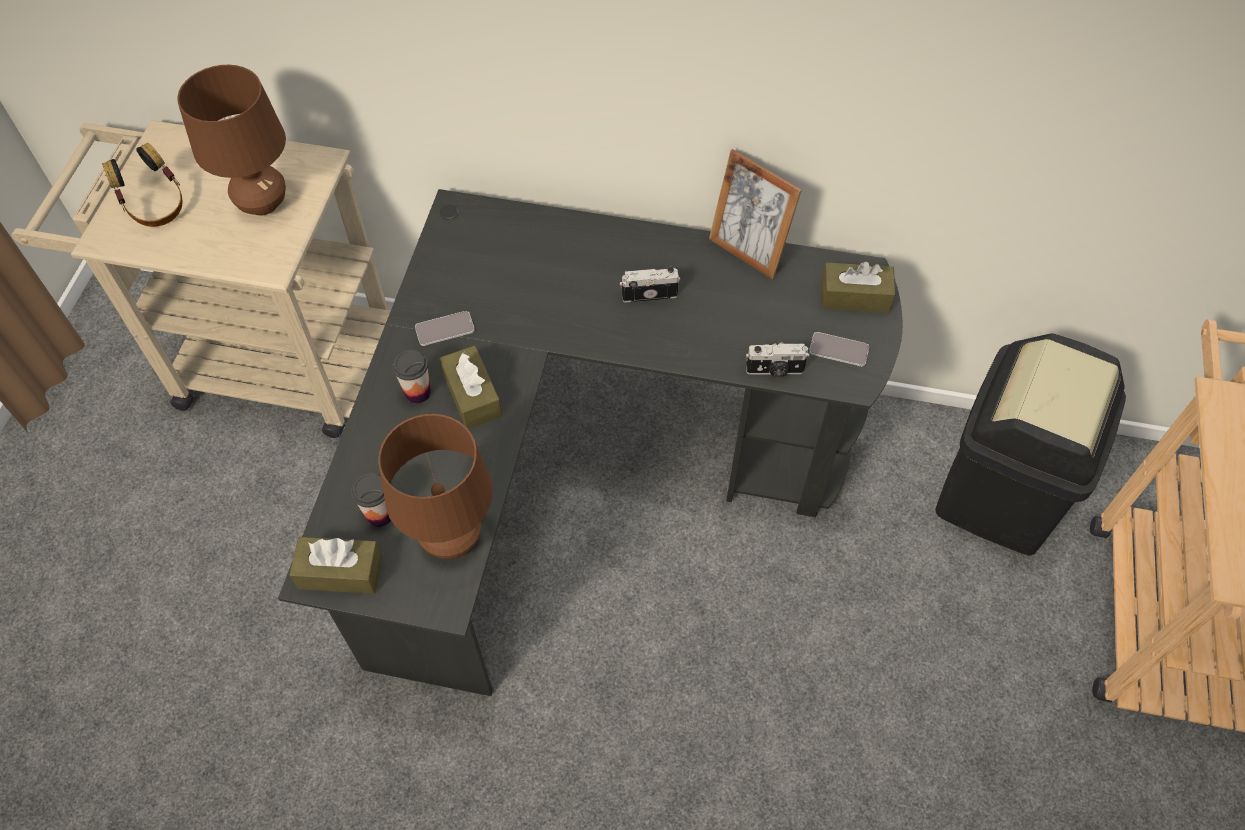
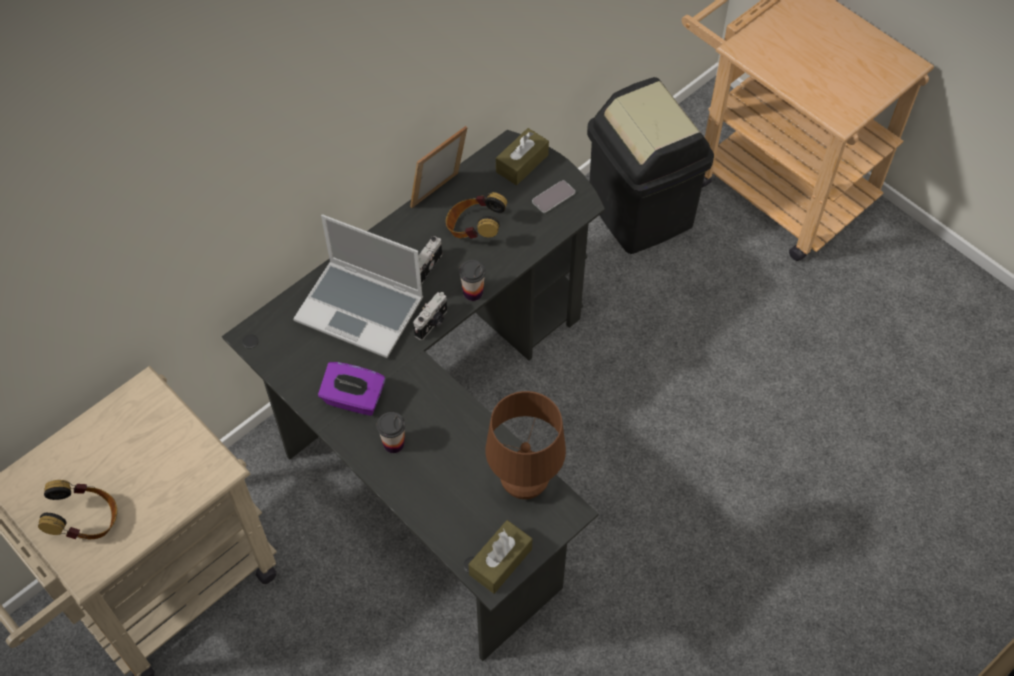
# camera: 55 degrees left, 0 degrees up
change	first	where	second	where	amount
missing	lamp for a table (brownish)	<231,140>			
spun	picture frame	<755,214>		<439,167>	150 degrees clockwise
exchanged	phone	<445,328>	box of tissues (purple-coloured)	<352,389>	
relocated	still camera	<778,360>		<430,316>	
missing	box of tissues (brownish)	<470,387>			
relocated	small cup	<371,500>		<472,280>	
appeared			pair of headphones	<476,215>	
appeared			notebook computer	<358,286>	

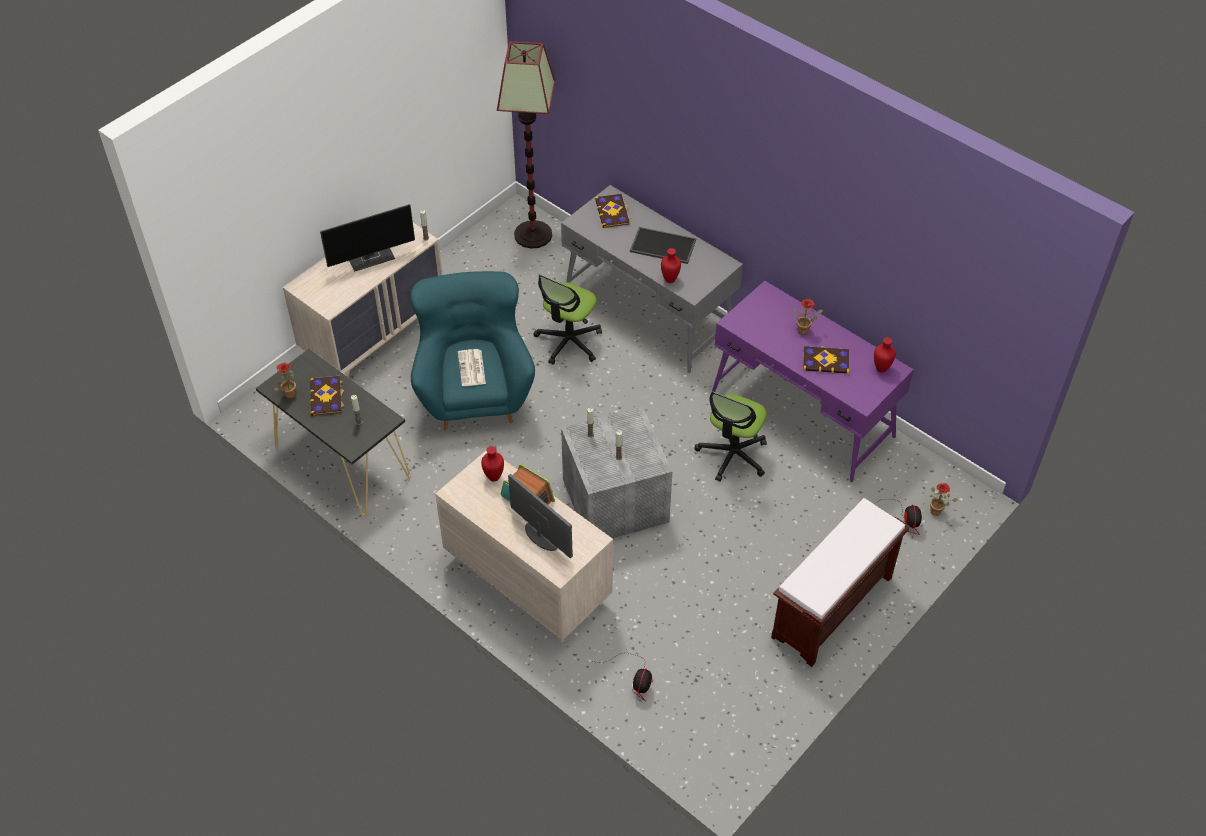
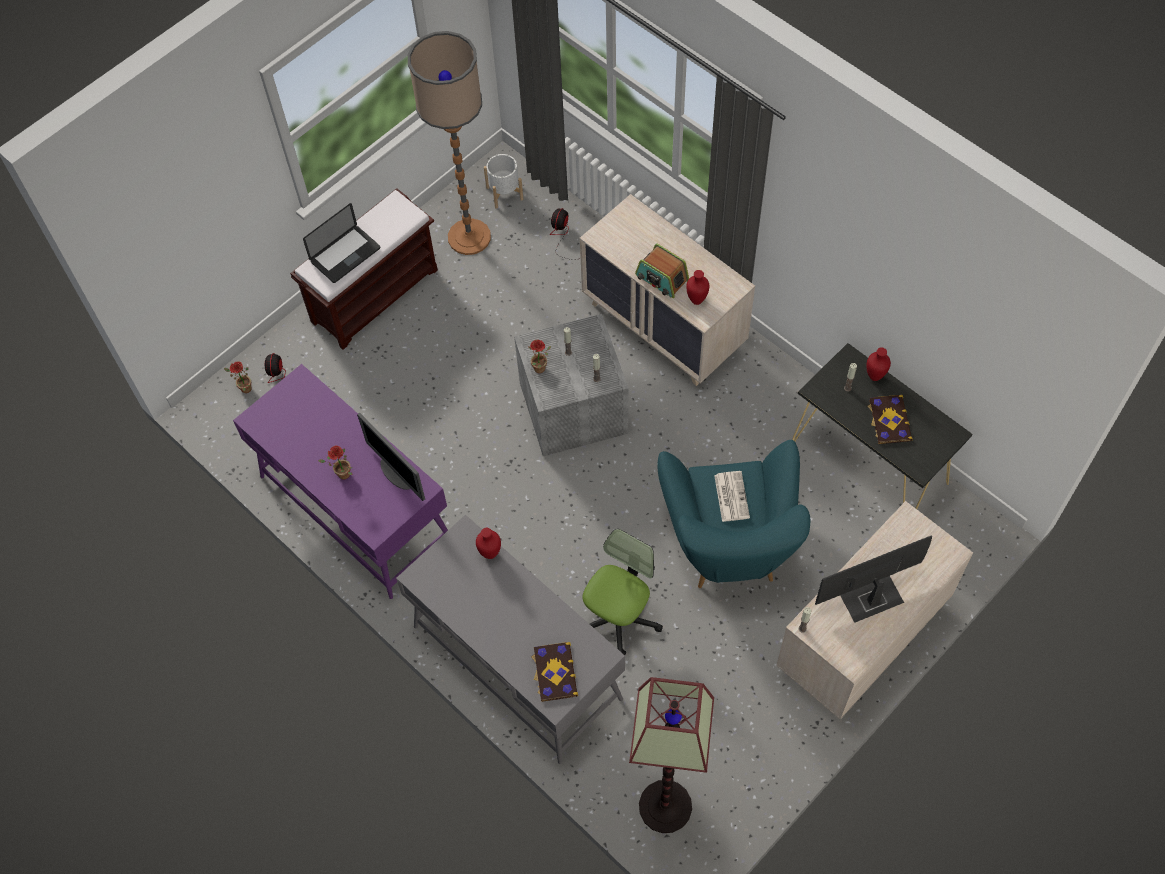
# camera: 175 degrees left, 10 degrees up
change	first	where	second	where	amount
missing	carrying tray	<663,245>			
relocated	decorative vase (red-coloured)	<885,355>		<878,364>	
missing	bound book	<826,360>			
relocated	potted plant	<285,381>		<539,356>	
missing	computer chair	<730,437>			
relocated	monitor	<540,516>		<391,457>	
appeared			standard lamp	<449,143>	
appeared			flower pot (whitish)	<503,181>	
appeared			notebook computer	<341,243>	

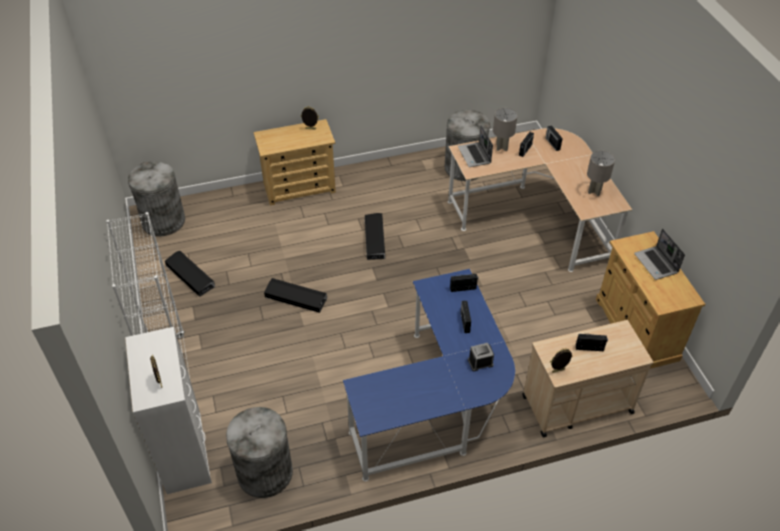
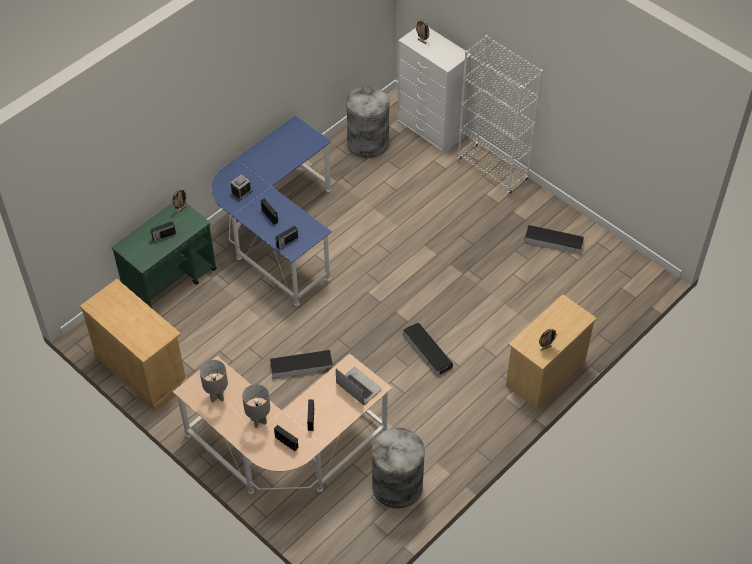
# camera: 150 degrees right, 5 degrees up
change	first	where	second	where	amount
relocated	lamp for a table (greyish)	<505,129>		<256,406>	
missing	rubbish bin (greyish)	<156,198>			
missing	notebook computer	<659,254>			
relocated	storage bin (blackish)	<295,295>		<301,364>	
colour	cart (beige)	<587,378>	cart (green-coloured)	<164,255>	

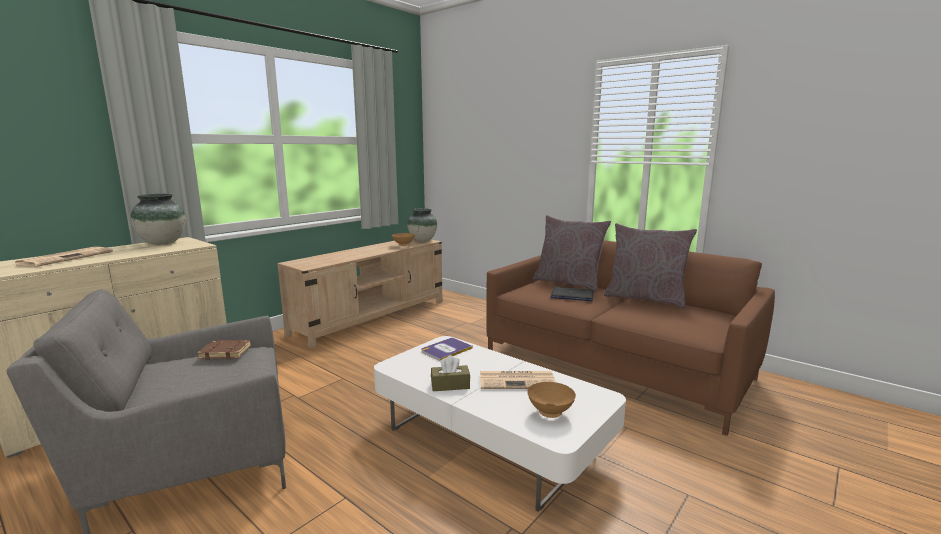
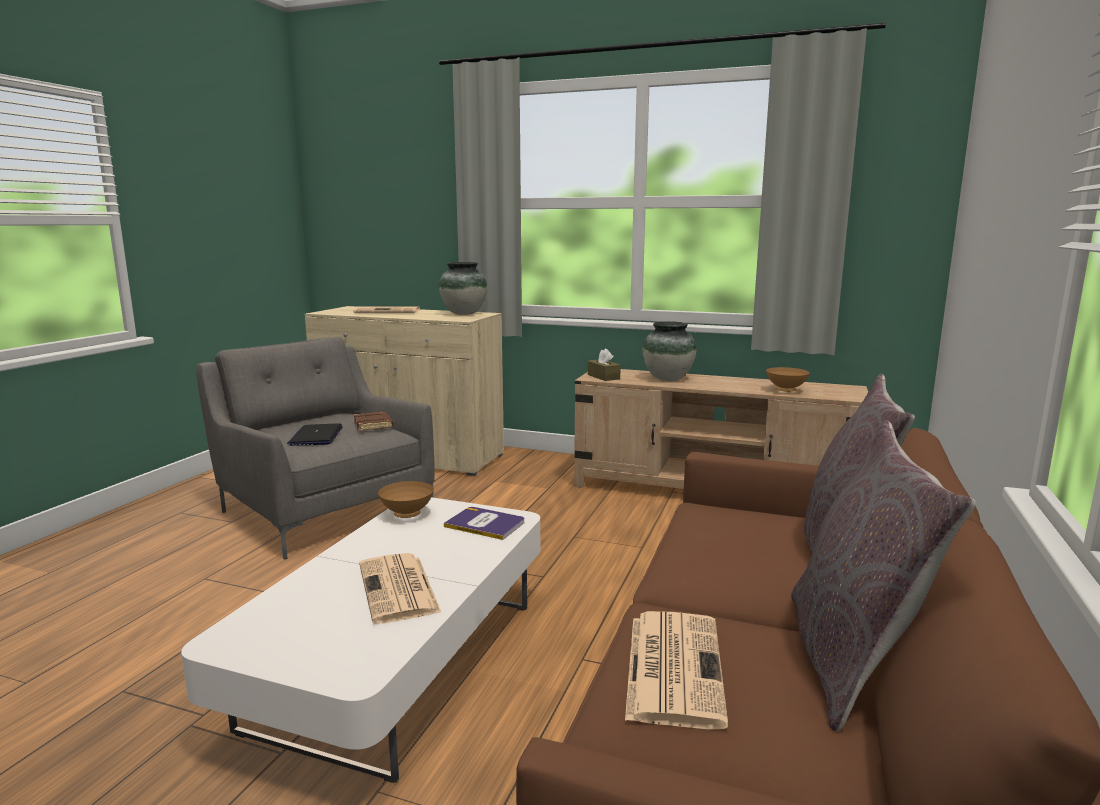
# camera: 70 degrees right, 0 degrees up
change	first	where	second	where	amount
relocated	decorative vase	<422,225>		<669,351>	
relocated	notebook computer	<572,294>		<315,434>	
relocated	box of tissues (brownish)	<450,373>		<604,364>	
relocated	deep dish (brownish)	<551,400>		<406,499>	
appeared			newspaper	<676,670>	

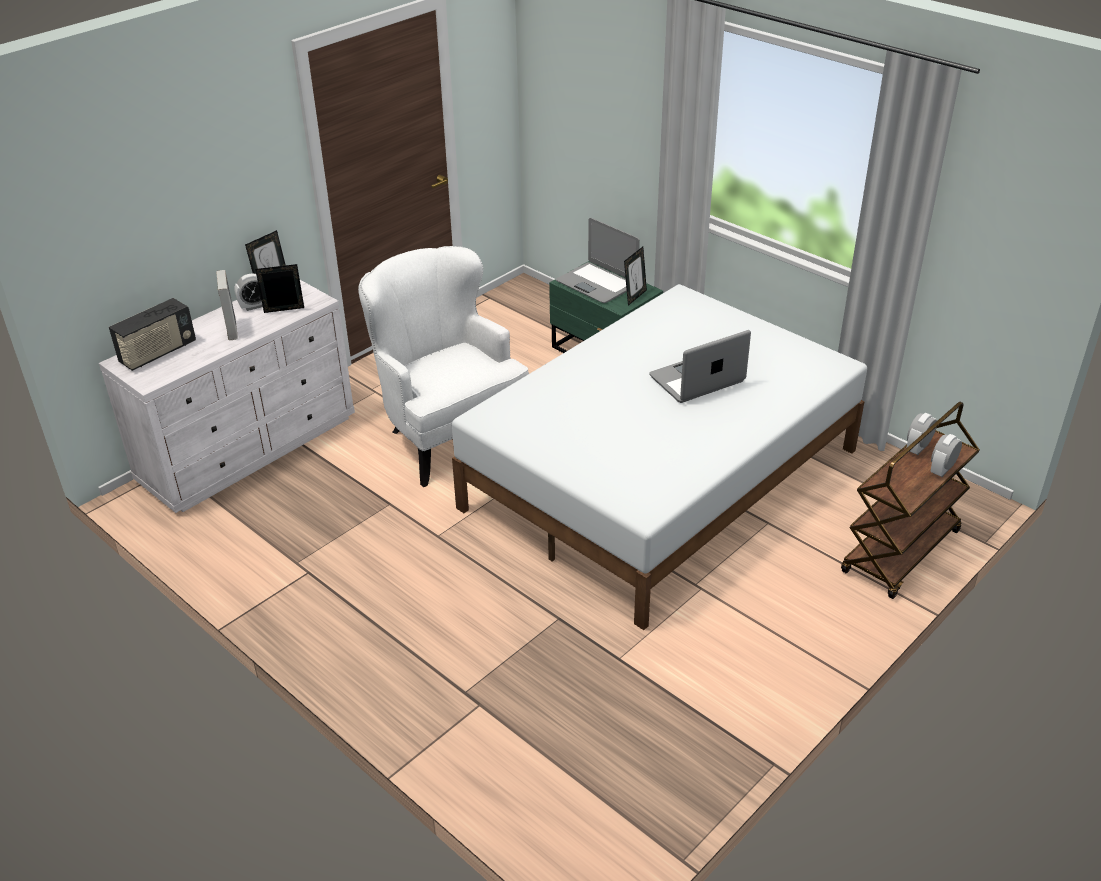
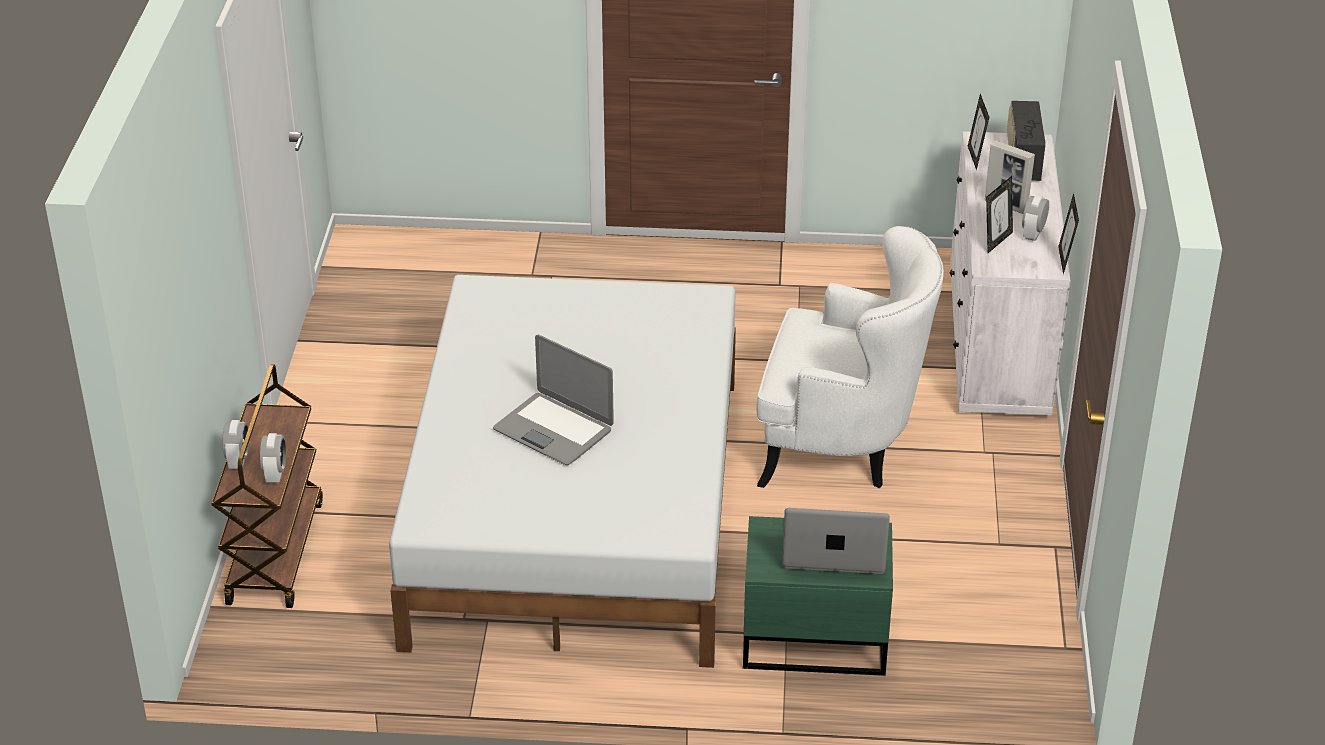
# camera: 140 degrees right, 0 degrees up
change	first	where	second	where	amount
relocated	picture frame	<635,276>		<978,132>	
spun	notebook computer	<700,366>		<553,399>	105 degrees clockwise

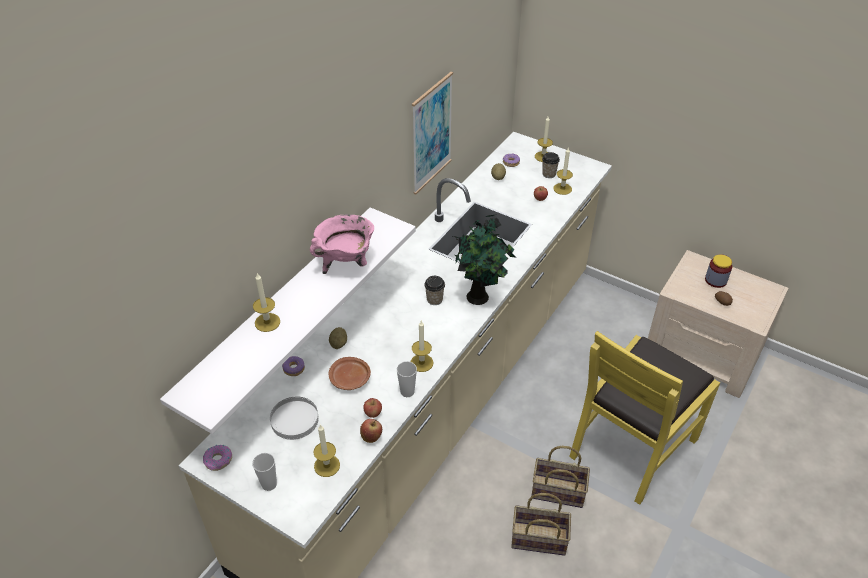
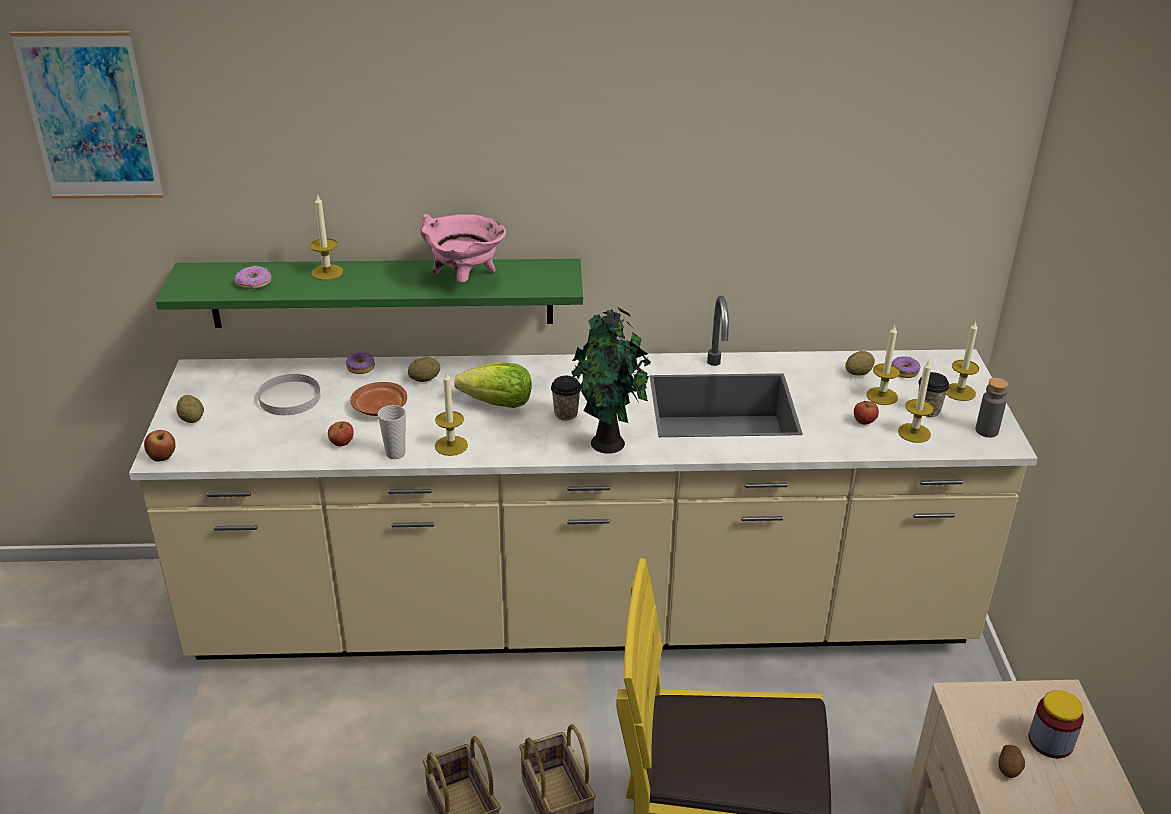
# camera: 55 degrees right, 10 degrees down
change	first	where	second	where	amount
relocated	wall art	<432,133>		<86,115>	
colour	wall shelf (whitish)	<288,320>	wall shelf (green-coloured)	<369,293>	
relocated	apple	<371,431>		<160,446>	
relocated	candle	<326,451>		<883,365>	
relocated	ring doughnut	<217,458>		<252,277>	
exchanged	small cup	<264,472>	spud	<190,409>	
appeared			lettuce head	<493,385>	
appeared			beverage bottle (greyish)	<992,407>	

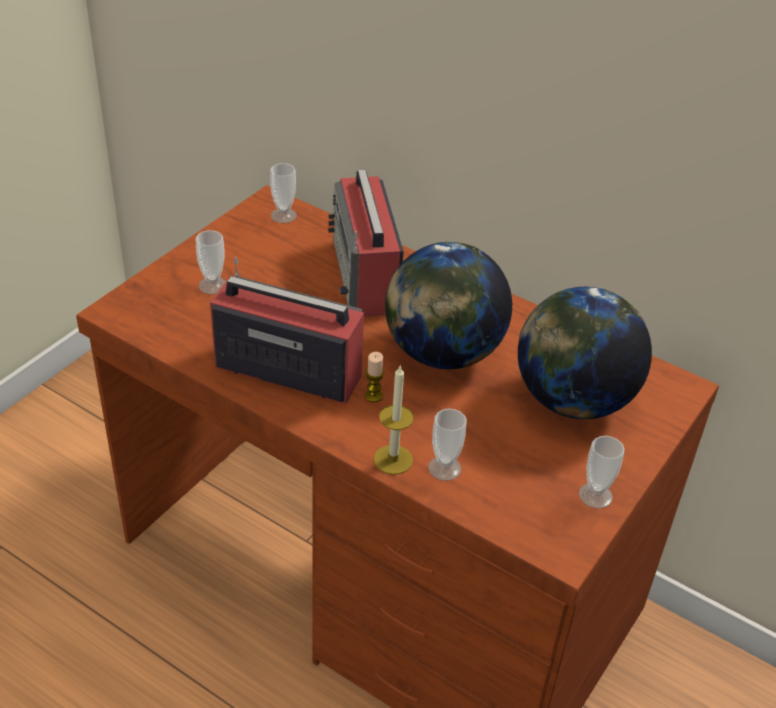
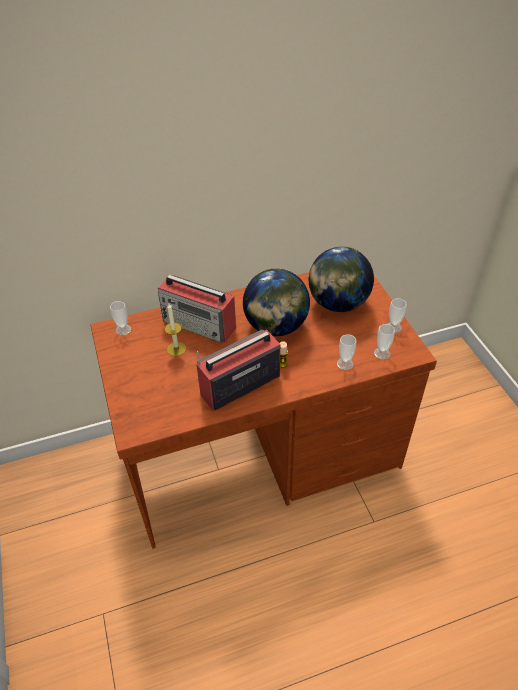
# camera: 50 degrees left, 5 degrees up
change	first	where	second	where	amount
relocated	small cup	<211,262>		<384,342>	
relocated	candle	<394,420>		<175,329>	

